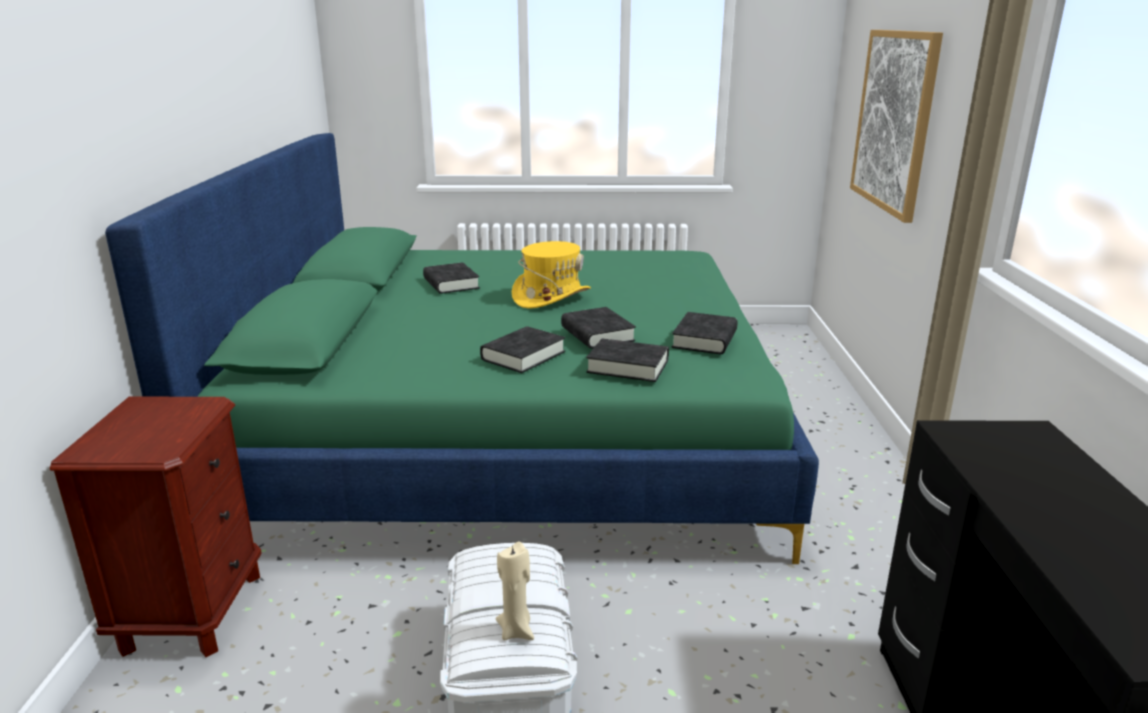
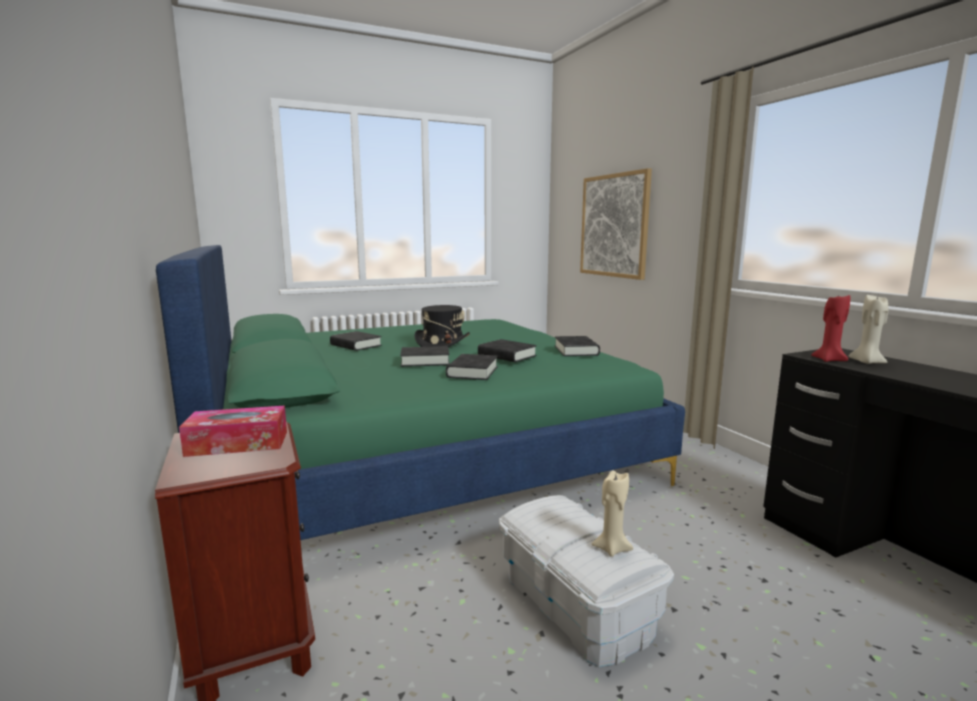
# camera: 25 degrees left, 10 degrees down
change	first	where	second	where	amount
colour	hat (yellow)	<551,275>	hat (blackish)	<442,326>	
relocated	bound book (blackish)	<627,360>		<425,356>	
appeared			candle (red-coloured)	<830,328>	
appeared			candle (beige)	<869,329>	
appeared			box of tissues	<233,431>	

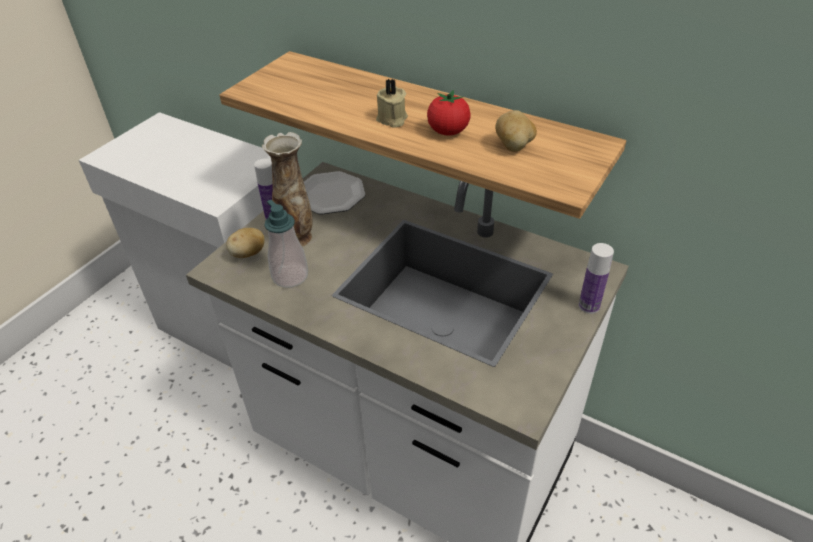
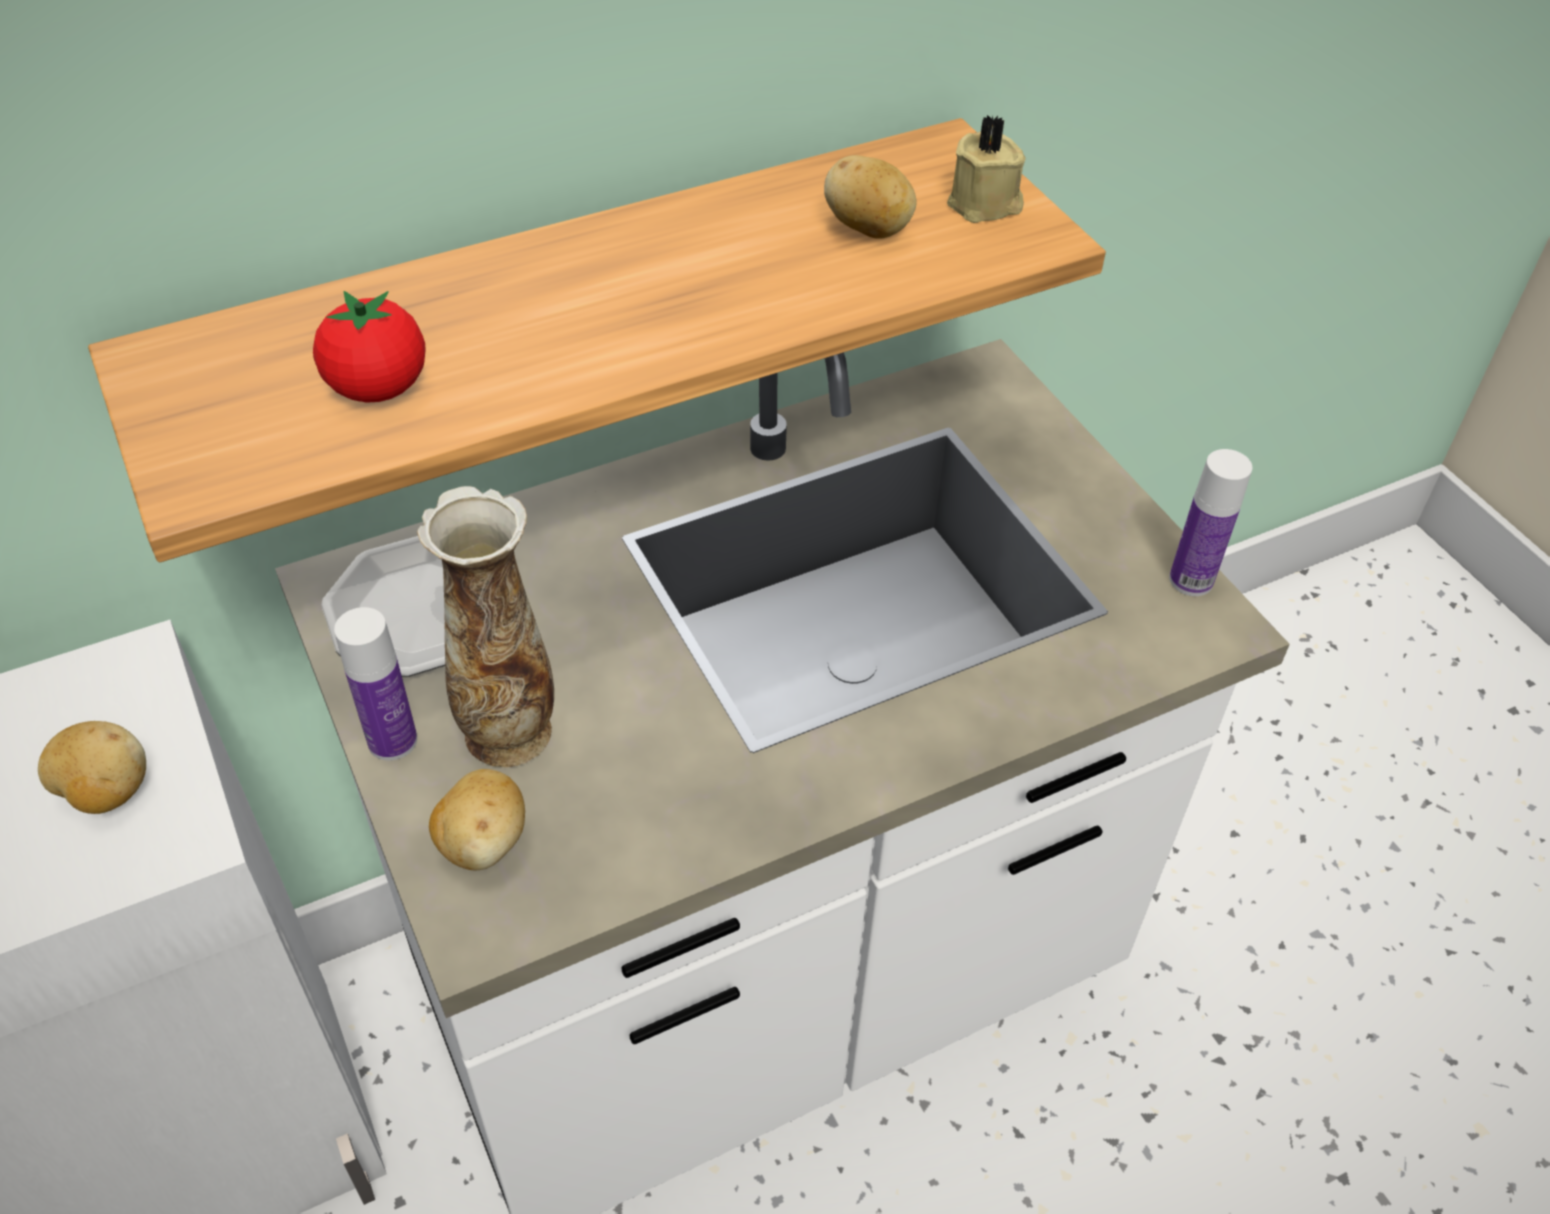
# camera: 60 degrees left, 5 degrees up
change	first	where	second	where	amount
relocated	candle (beige)	<392,103>		<986,168>	
relocated	tomato	<449,113>		<369,347>	
missing	liquid soap bottle	<286,244>			
relocated	beverage bottle	<596,278>		<1210,522>	
appeared			spud	<92,767>	

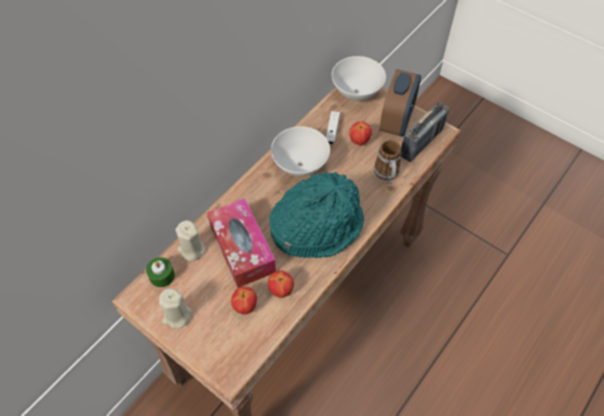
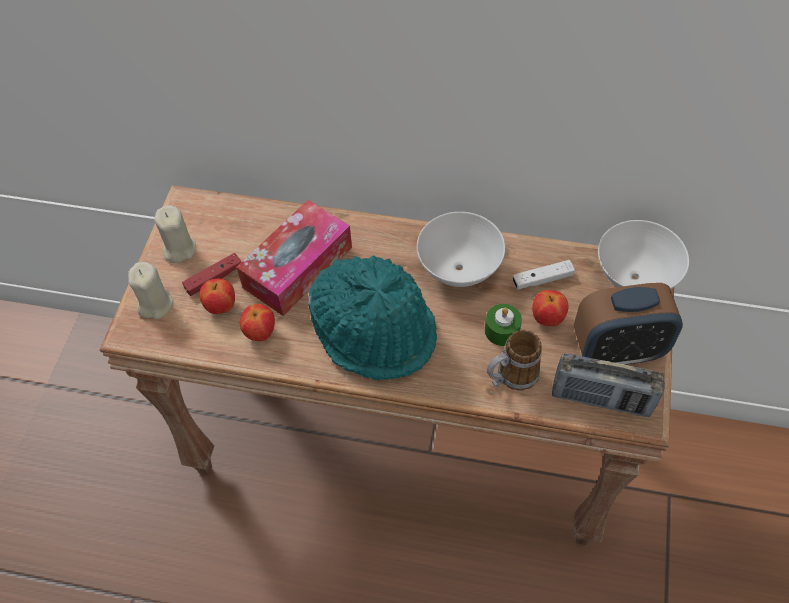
# camera: 65 degrees right, 0 degrees up
change	first	where	second	where	amount
relocated	candle (beige)	<190,240>		<150,290>	
relocated	candle (green-coloured)	<160,272>		<503,325>	
appeared			game controller (red-coloured)	<211,274>	

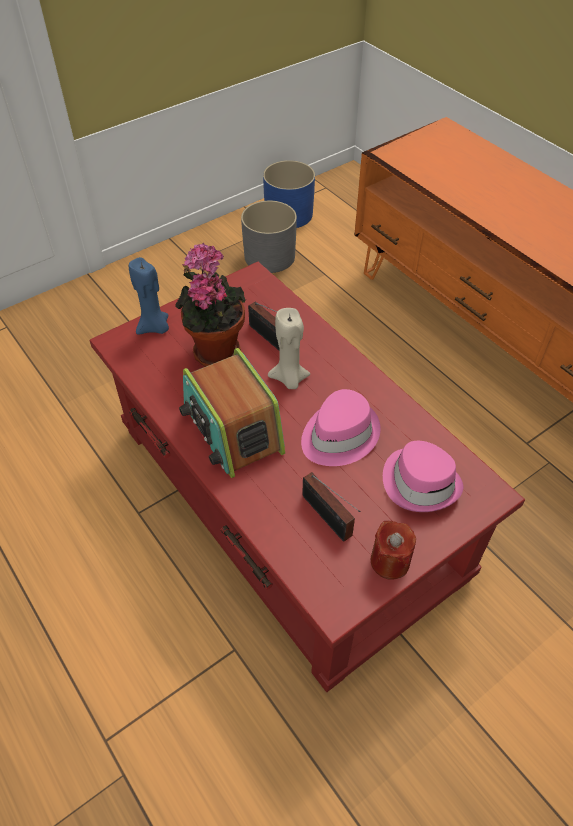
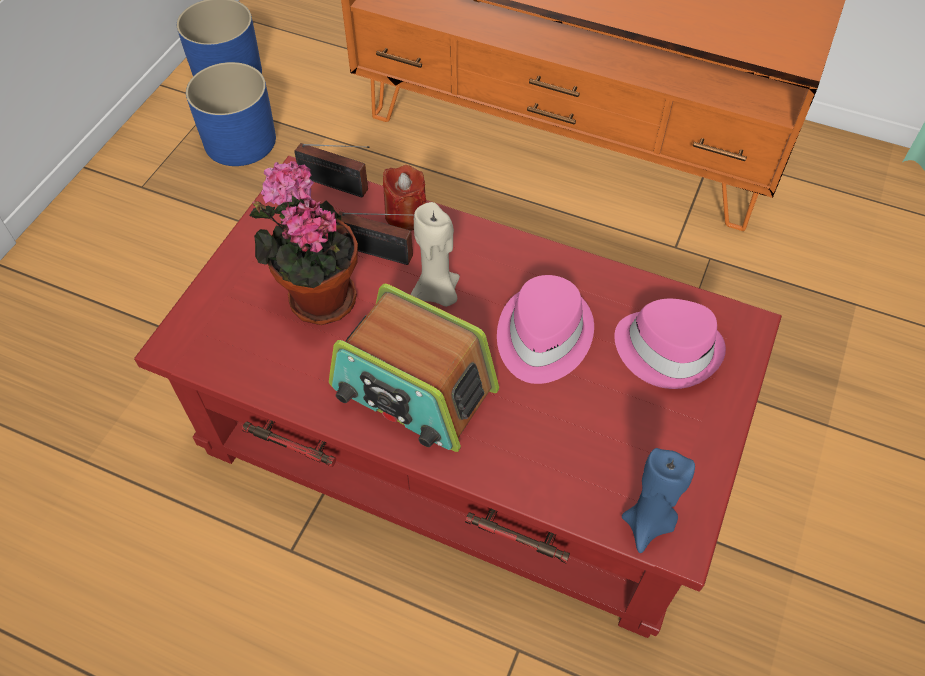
# camera: 30 degrees left, 5 degrees up
change	first	where	second	where	amount
colour	flower pot (greyish)	<269,237>	flower pot (blue-coloured)	<231,114>	
relocated	candle (blue-coloured)	<149,296>		<658,500>	
relocated	radio receiver	<331,507>		<331,170>	
relocated	candle (red-coloured)	<393,550>		<404,198>	

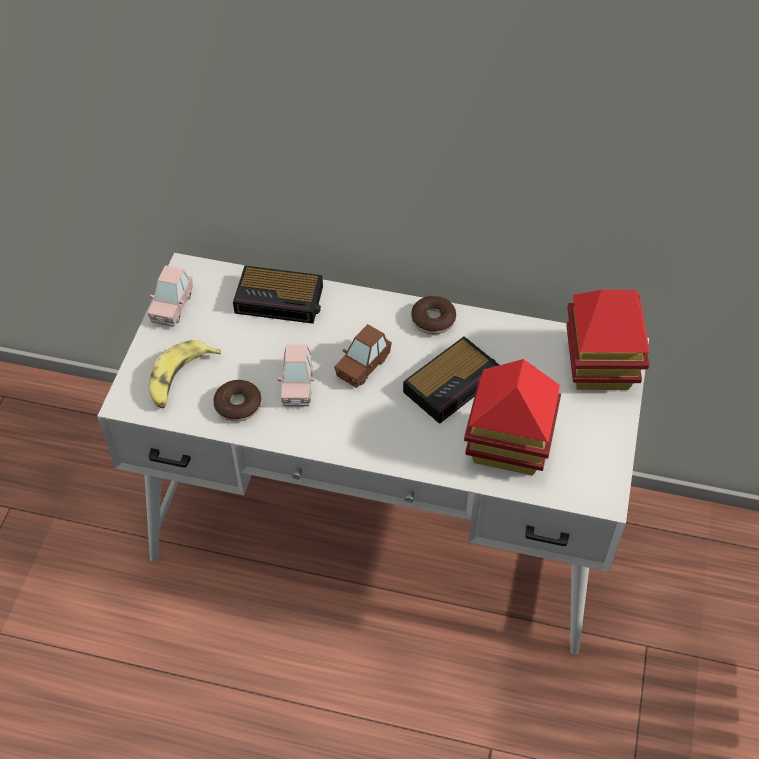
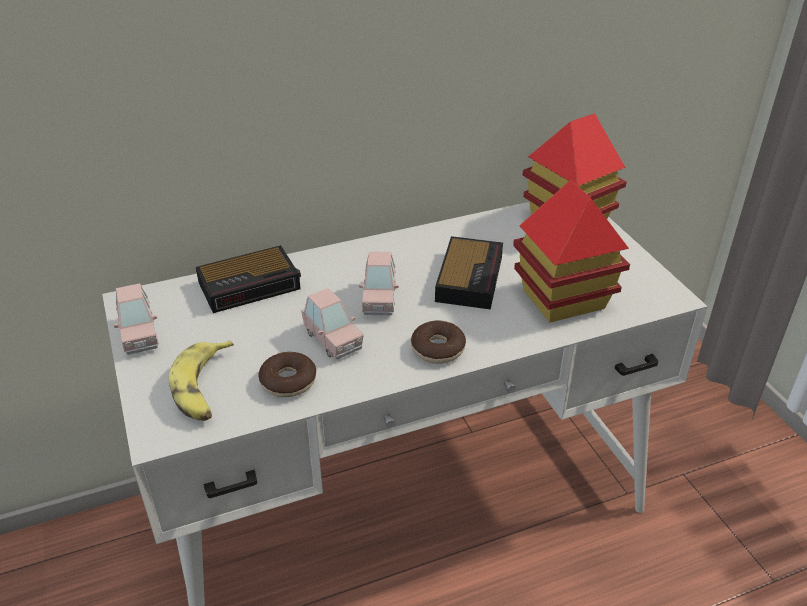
# camera: 35 degrees left, 15 degrees down
change	first	where	second	where	amount
relocated	ring doughnut	<433,315>		<438,342>	
colour	model car (brownish)	<363,356>	model car (pink-coloured)	<378,283>	

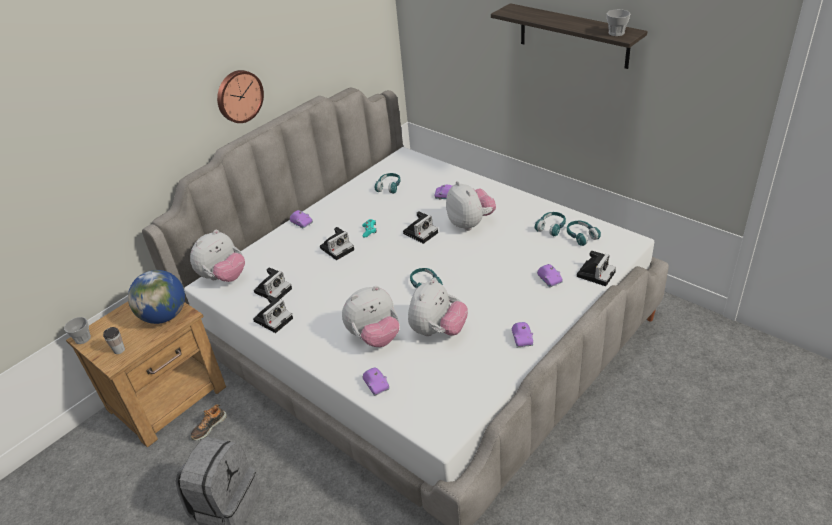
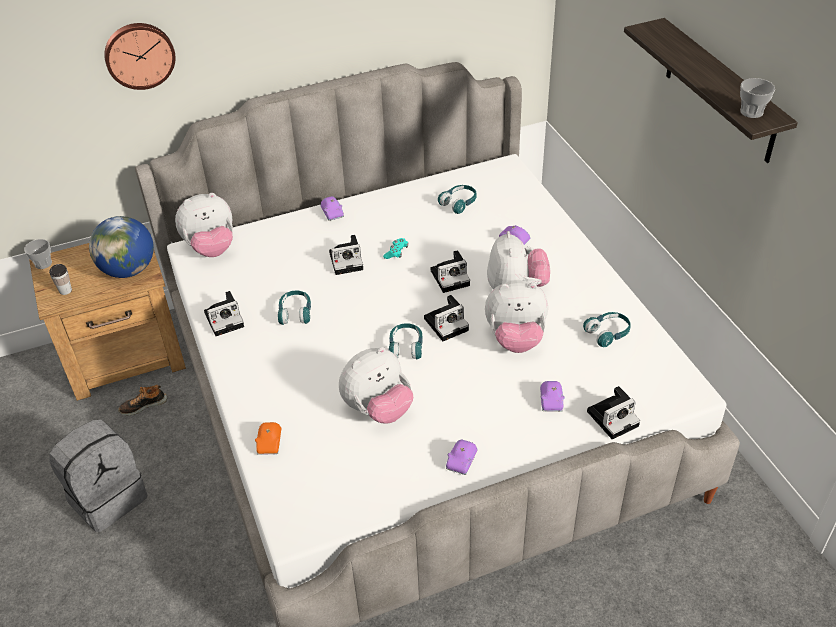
# camera: 25 degrees right, 5 degrees up
change	first	where	second	where	amount
relocated	hanging clock	<240,96>		<139,56>	
relocated	pair of headphones (blue-green)	<584,233>		<294,308>	
relocated	still camera	<273,284>		<446,318>	
relocated	cuddly toy	<370,316>		<516,316>	
colour	model car (purple-coloured)	<376,381>	model car (orange-coloured)	<268,438>	

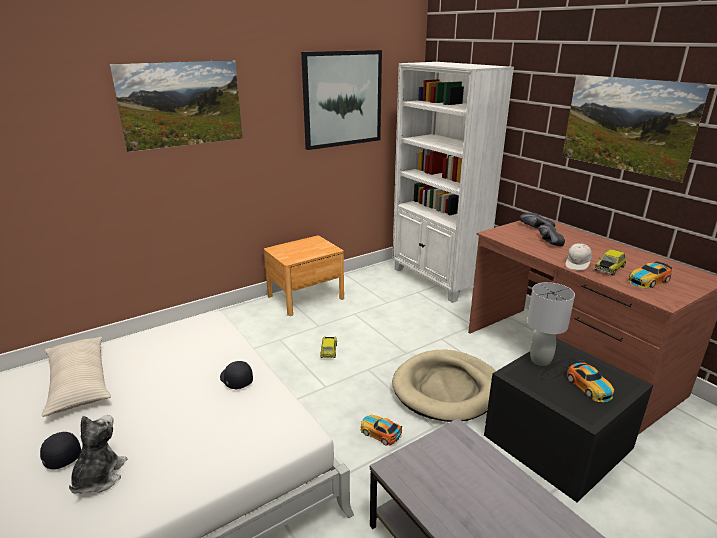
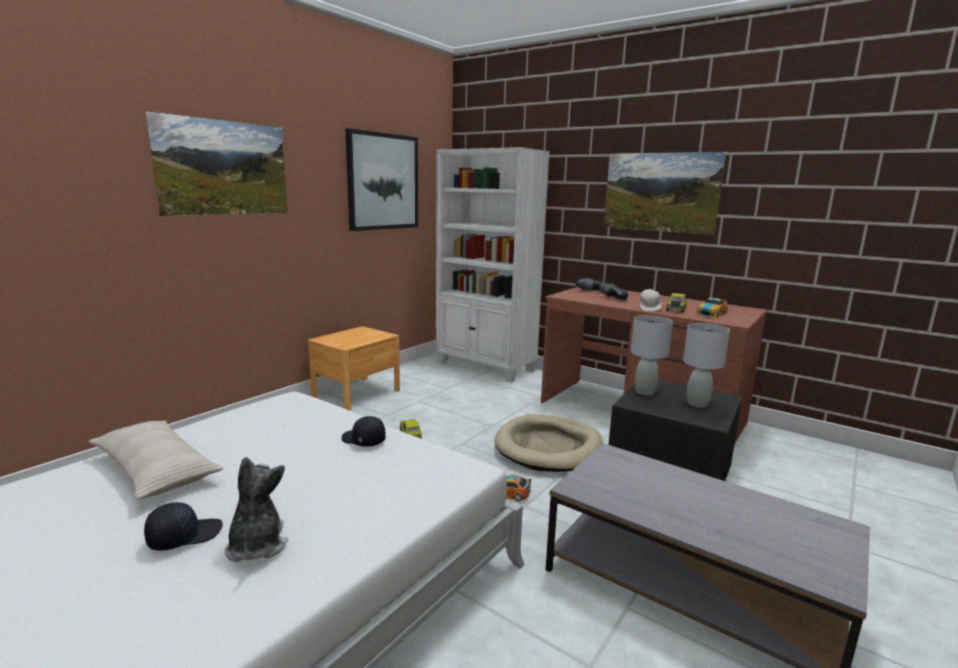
# camera: 20 degrees left, 10 degrees down
change	first	where	second	where	amount
exchanged	model car	<590,381>	lamp for a table (greyish)	<706,365>	
spun	baseball cap (blackish)	<60,451>		<183,526>	120 degrees clockwise

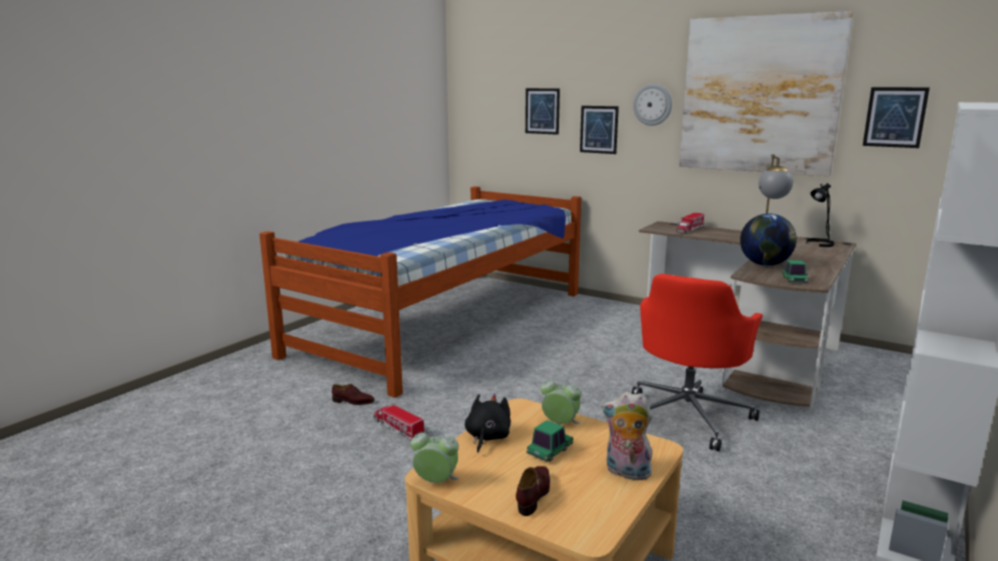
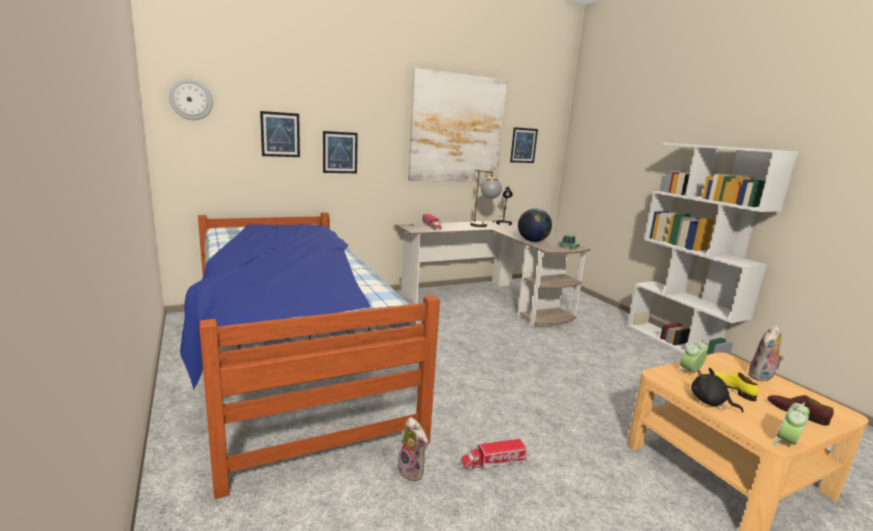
# camera: 60 degrees left, 0 degrees up
change	first	where	second	where	amount
relocated	hanging clock	<652,105>		<191,99>	
missing	computer chair (red-coloured)	<697,362>			
exchanged	low shoe (brownish)	<353,394>	cuddly toy	<413,449>	
exchanged	model car	<550,441>	low shoe (yellow)	<736,386>	

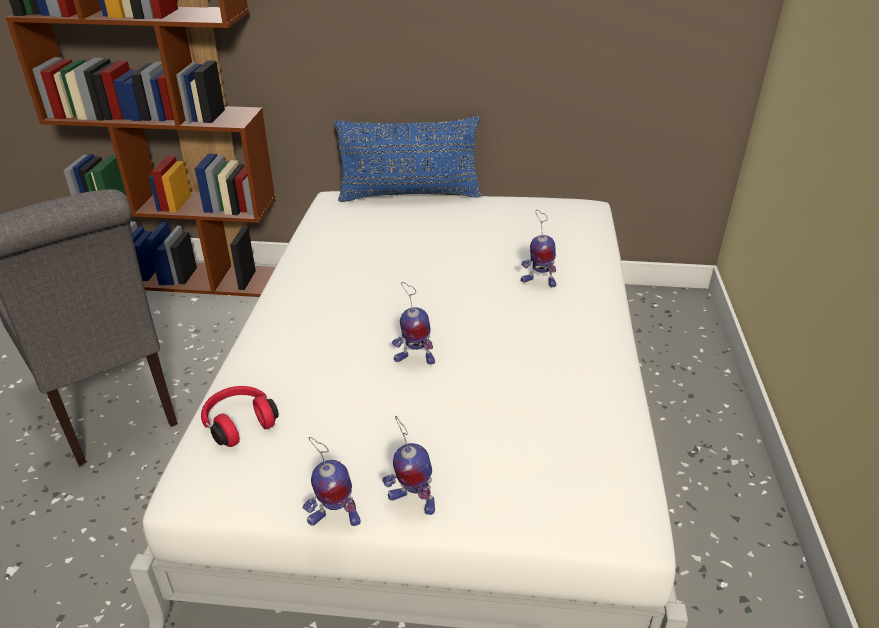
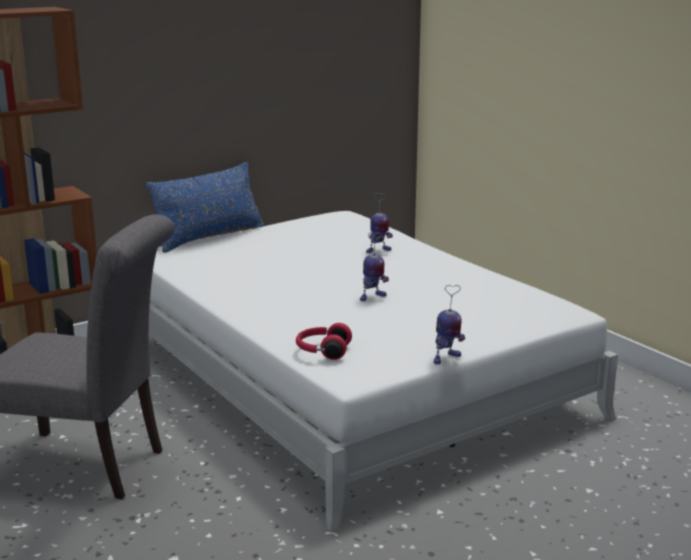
# camera: 40 degrees left, 15 degrees down
change	first	where	second	where	amount
missing	model robot	<408,465>			

